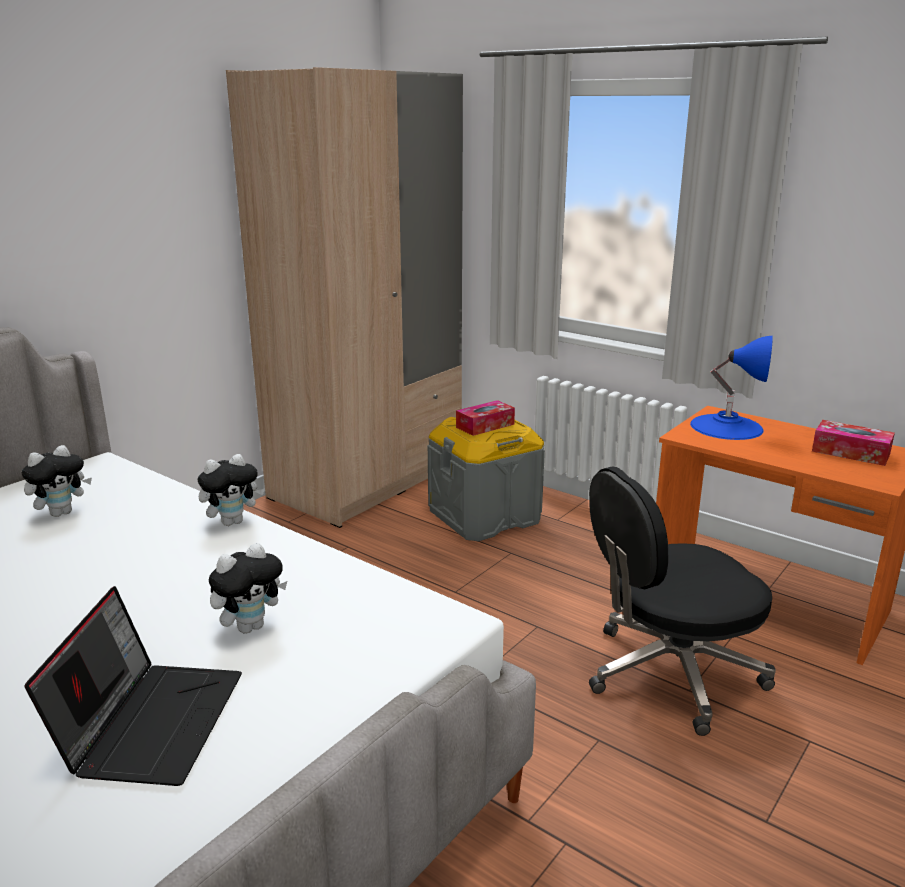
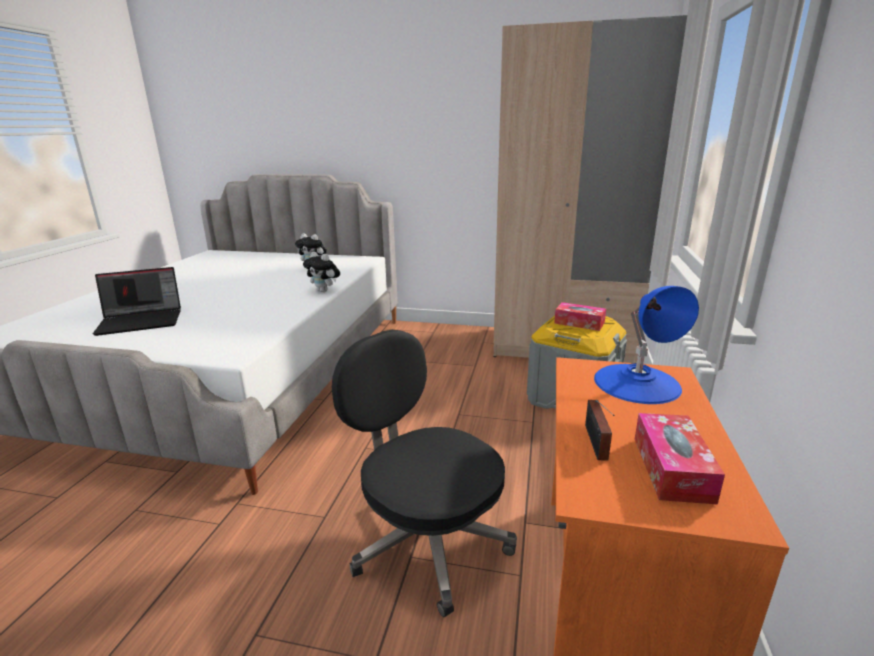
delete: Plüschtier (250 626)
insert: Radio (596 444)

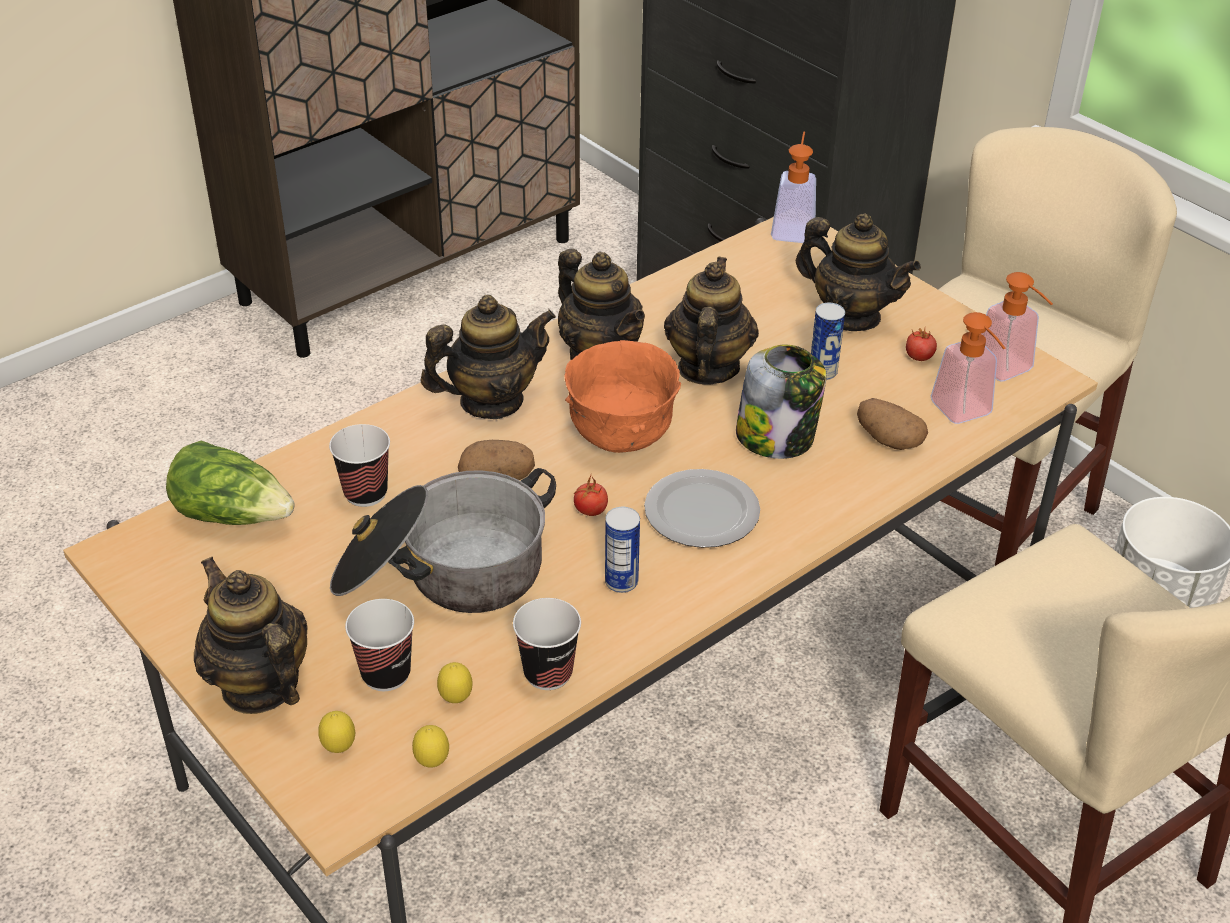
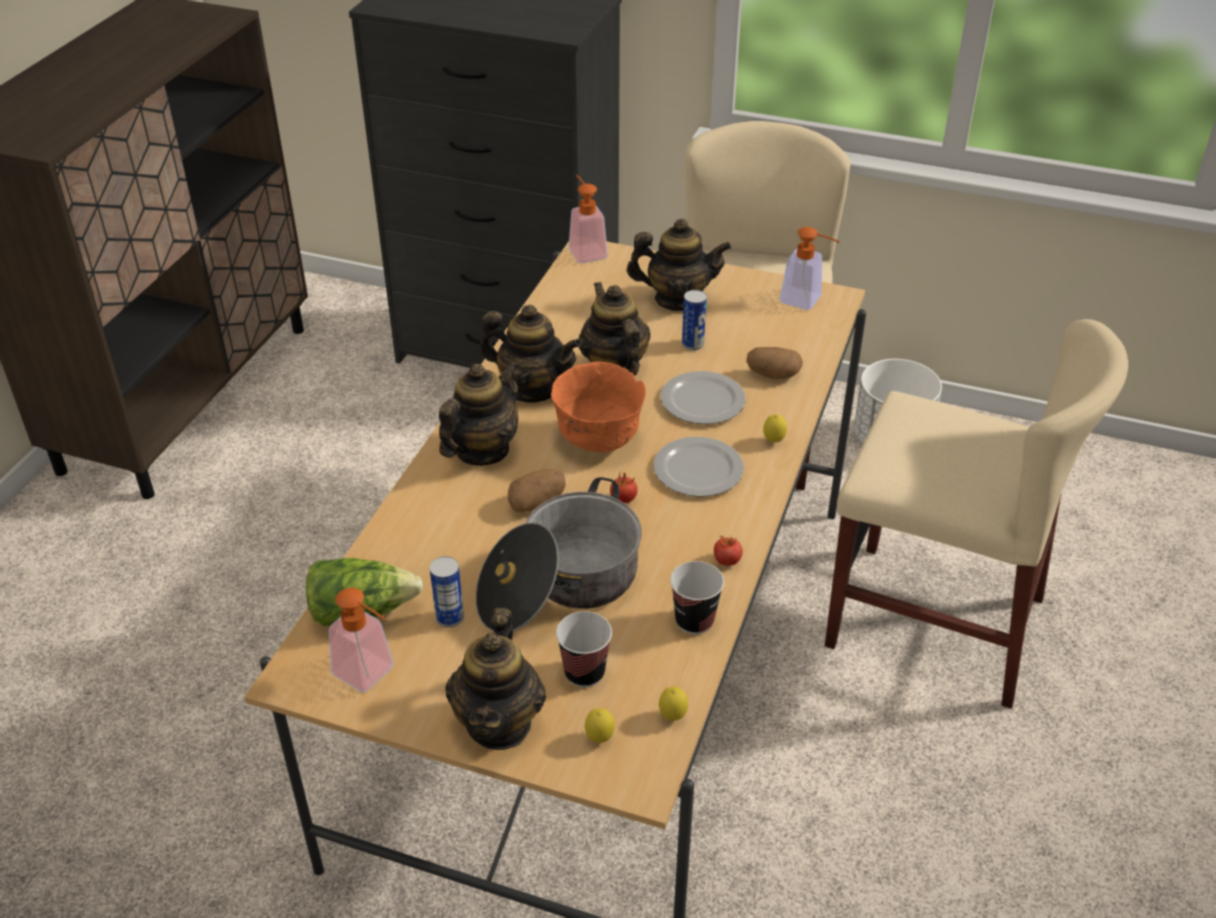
delete: Tasse (365 493)
move: Zitrone (456 699) to (773 441); Dose (621 582) to (449 618); Tomate (919 357) to (727 561); Seifenspender (966 414) to (371 676)
replace: Vorratsglas (777 437) to Teller (702 400)
rotate: Teekanne (259 685) = (499 723) 105 degrees counterclockwise

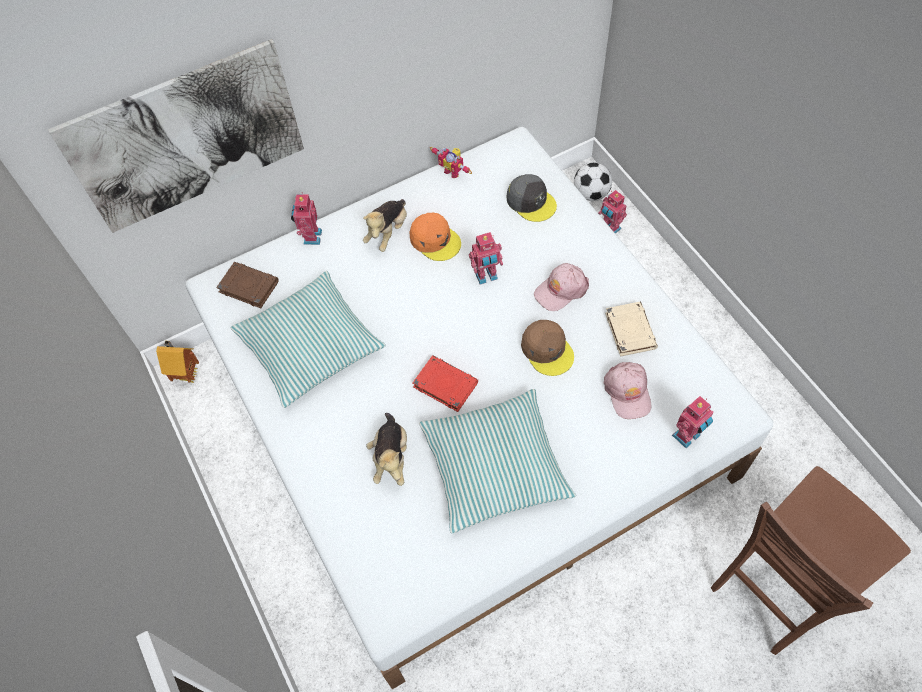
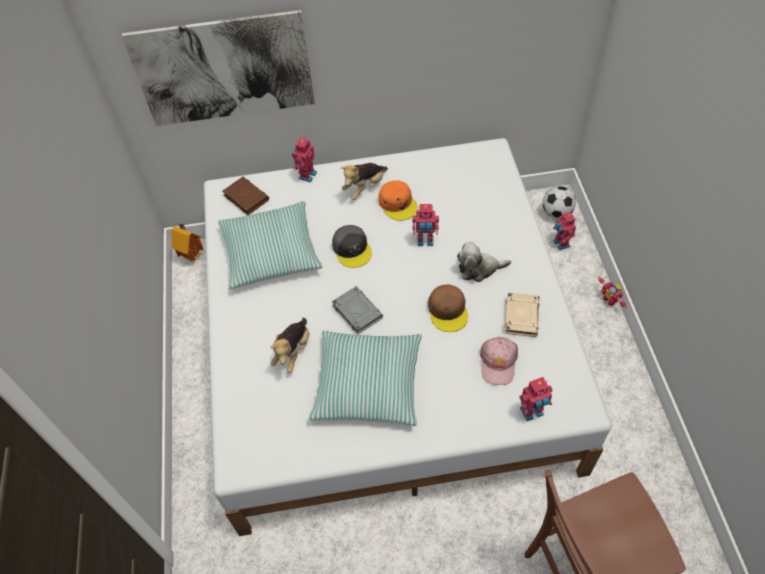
move: Spielzeugroboter (453 171) to (610 299); Kappe/grau (531 201) to (352 249)
replace: Kappe/rosa (561 290) to Plüschtier (479 269)
recolor: Buch/rot (444 385) to Buch/grau (356 311)

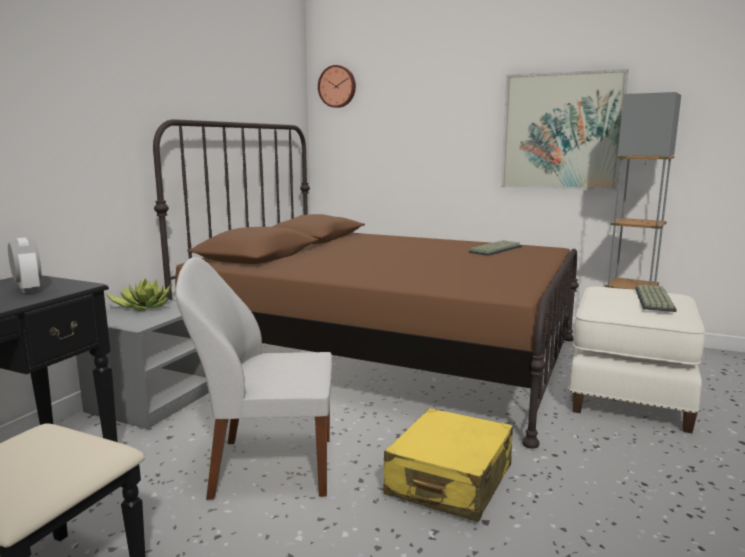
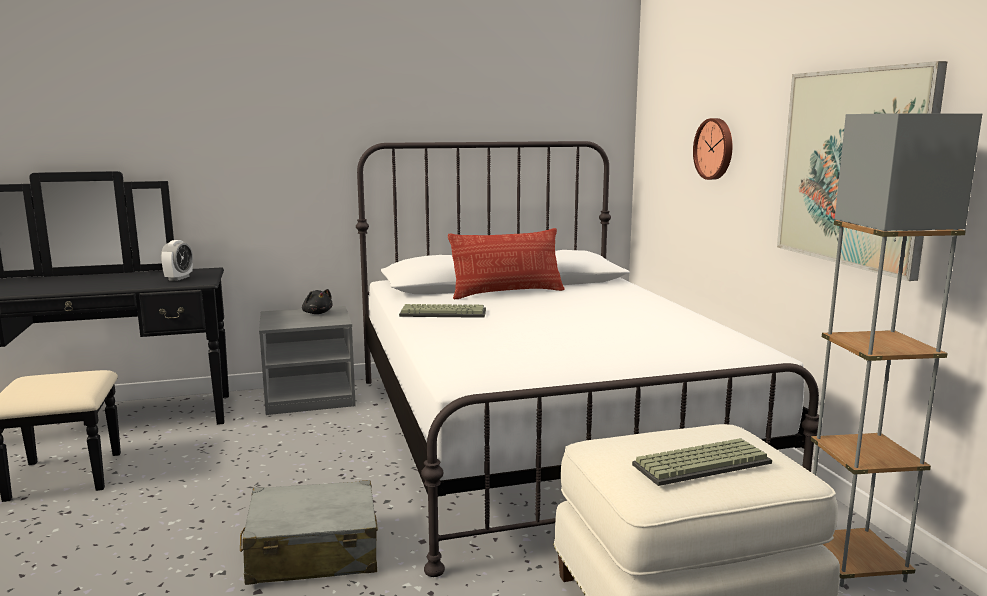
delete: Stuhl/weiß (268 467)
insert: Kissen (507 293)
move: Wanduhr (337 86) to (715 149); Tastatur (495 249) to (444 313)
replace: Topfpflanze (144 307) to Plüschtier/schwarz (317 313)
recolor: Bett/braun (385 354) to Bett/weiß (542 434); Koffer/gelb (449 481) to Koffer/grau (312 552)

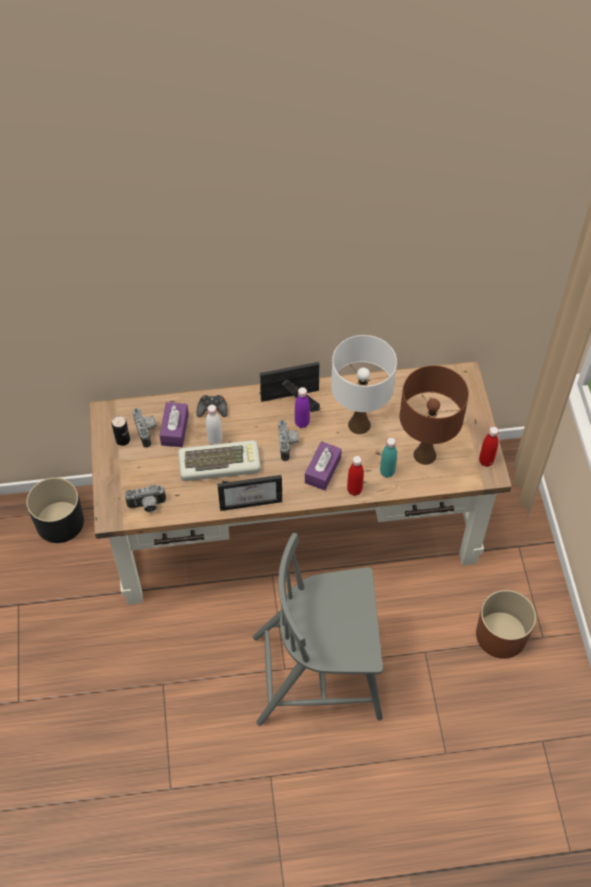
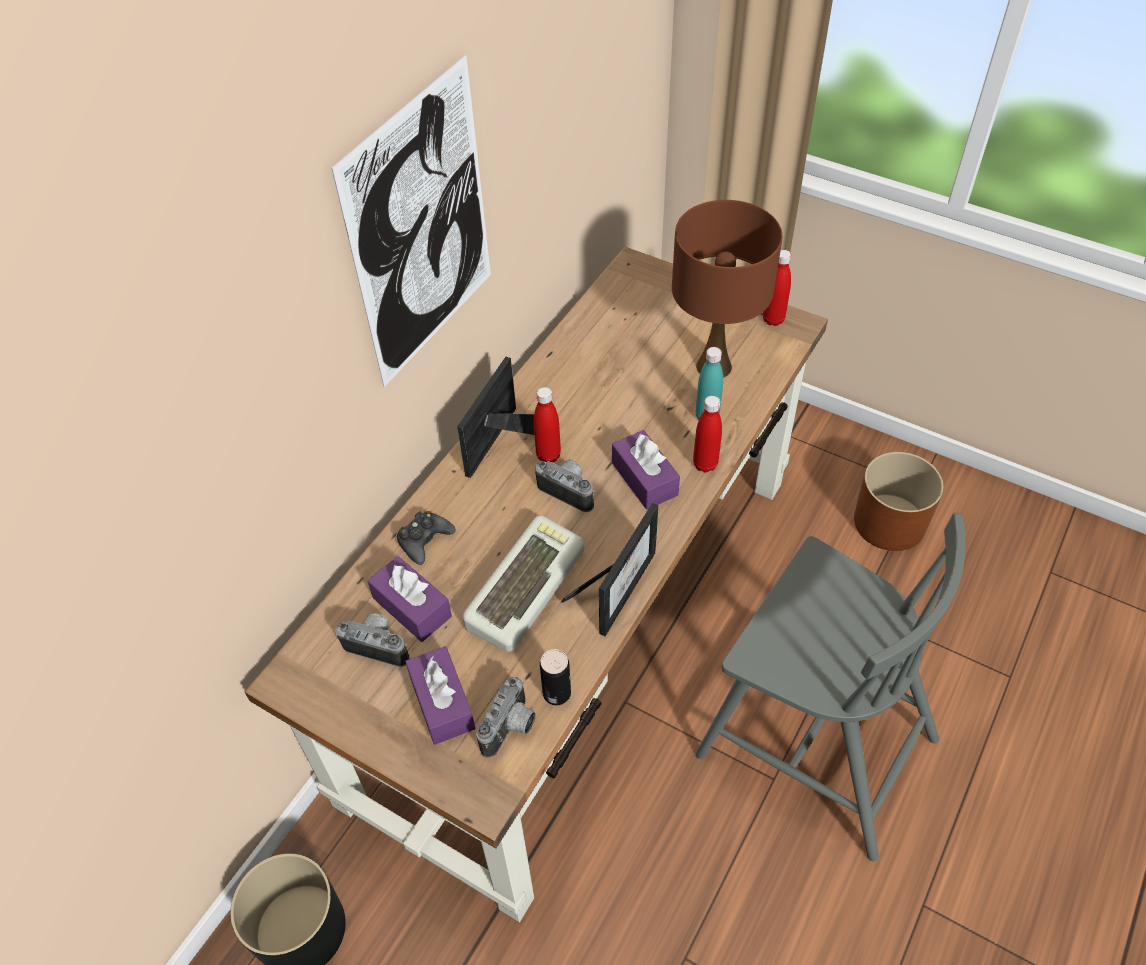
delete: Flasche/weiß (215 440); Tischlampe/weiß (359 425)
insert: Bild (422 228); Taschentuchbox/lila (442 703)
move: Dose (123 440) to (556 693)
recolor: Flasche/lila (302 423) to Flasche/rot (548 455)
rotate: Stuhl/grau (319 675) = (812 743) 90 degrees counterclockwise

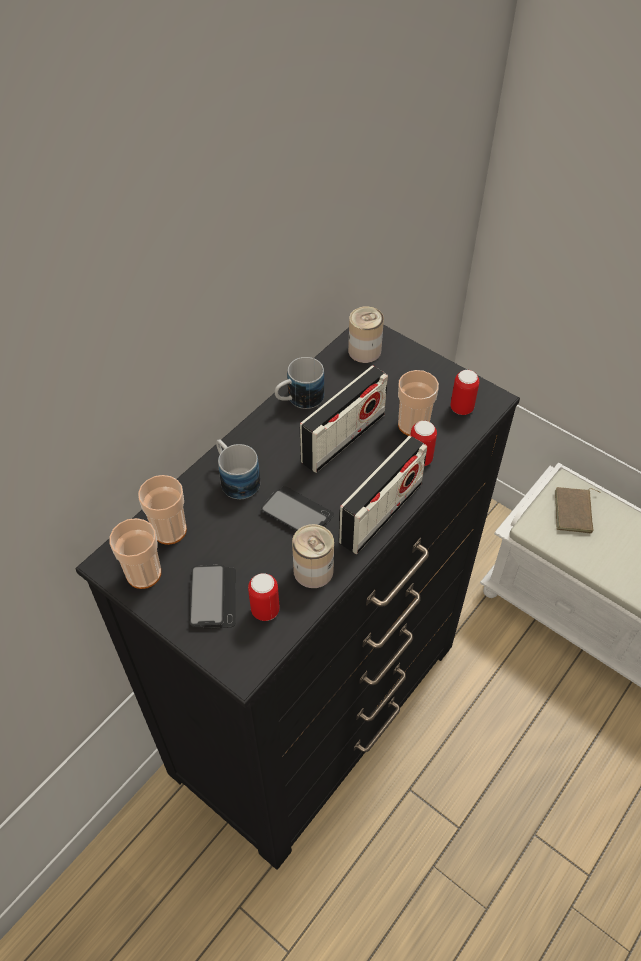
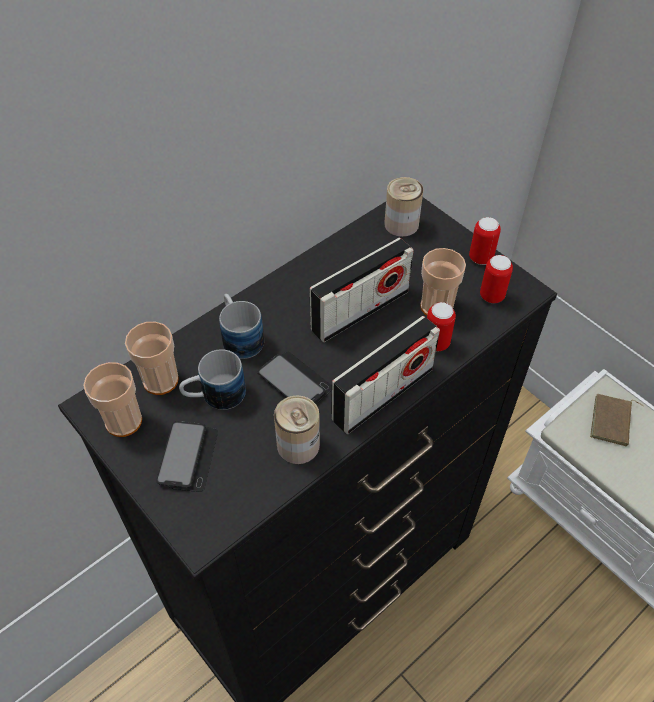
move: Dose (265 610) to (480 258); Henkelbecher (298 399) to (214 396)

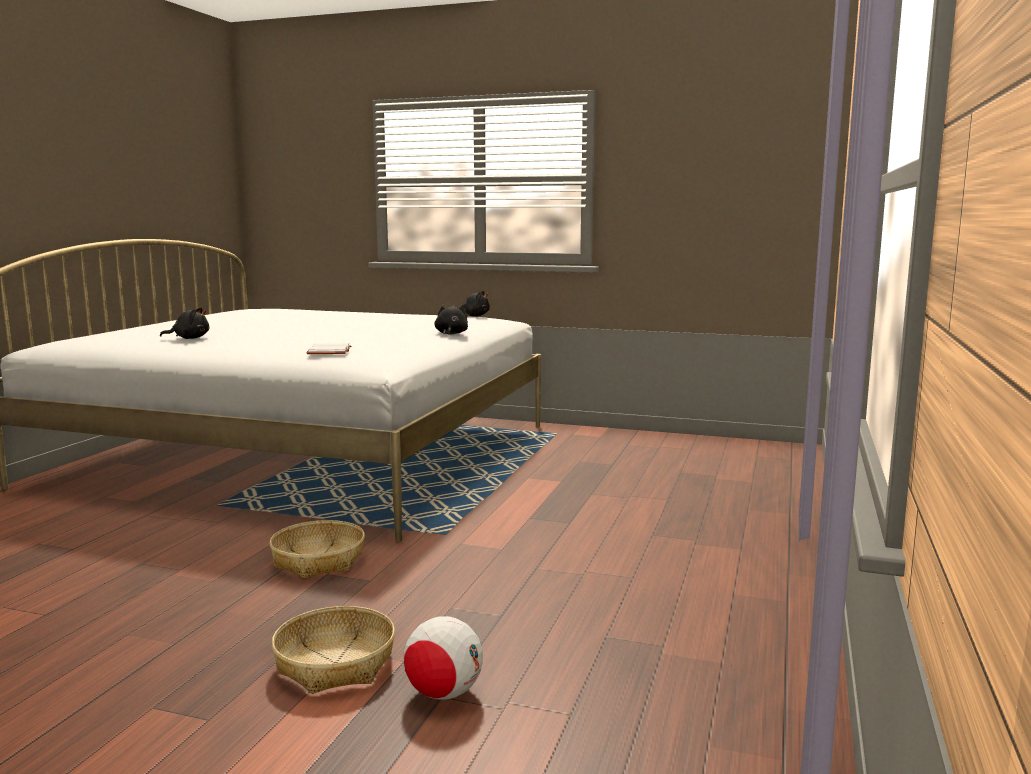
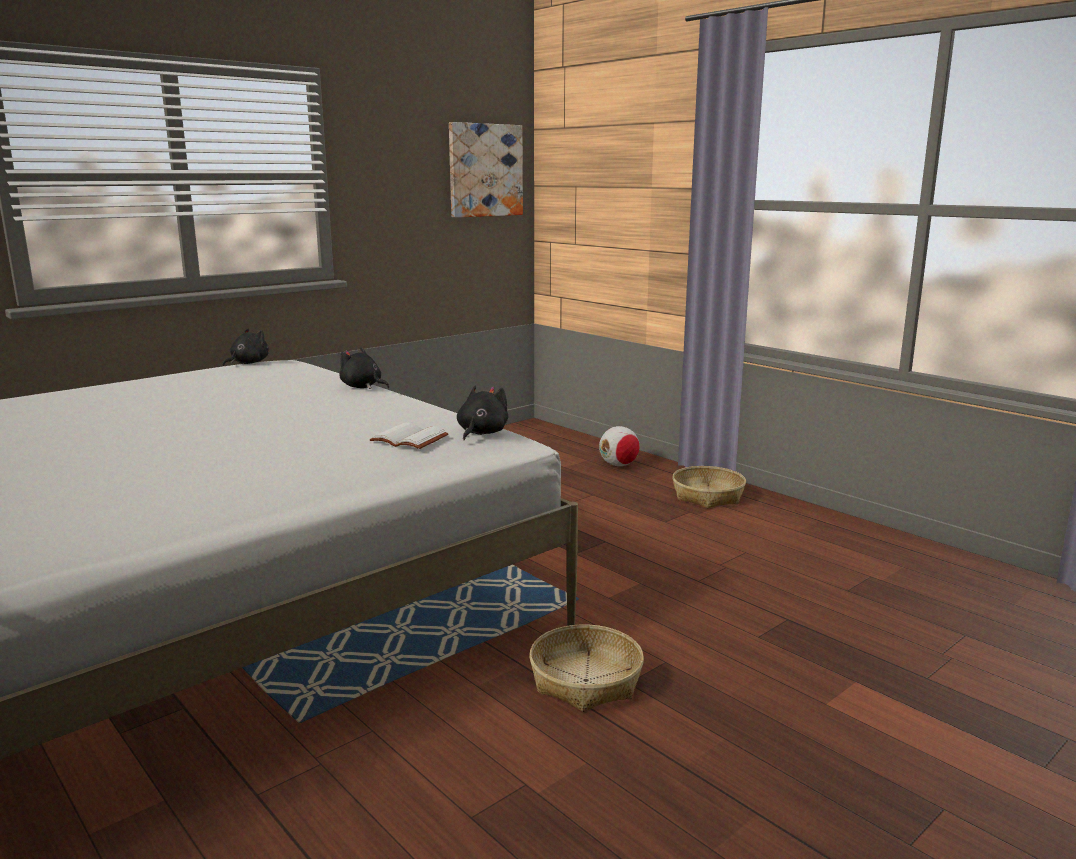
insert: Bild (485 170)
move: Plüschtier/schwarz (189 338) to (481 433); Korb (335 664) to (708 496); Fußball (444 693) to (618 465)

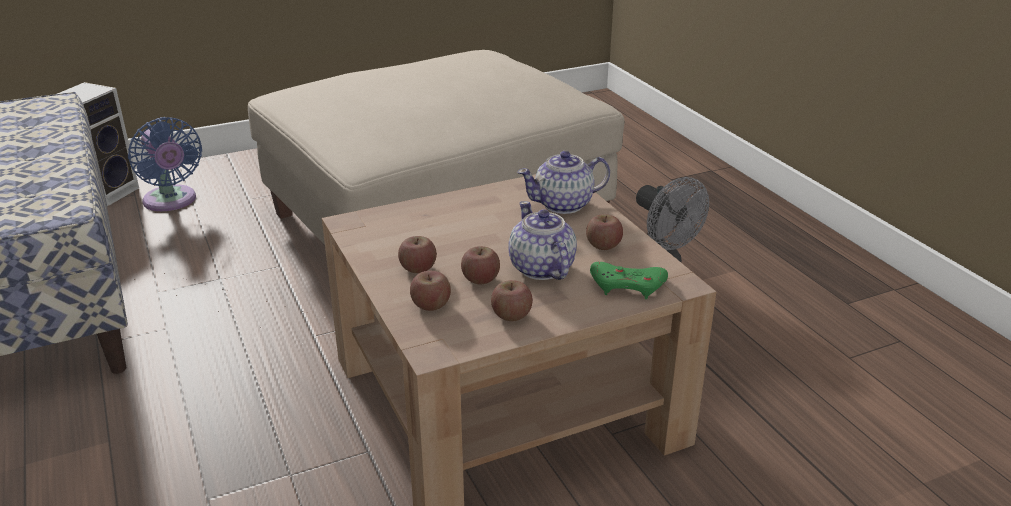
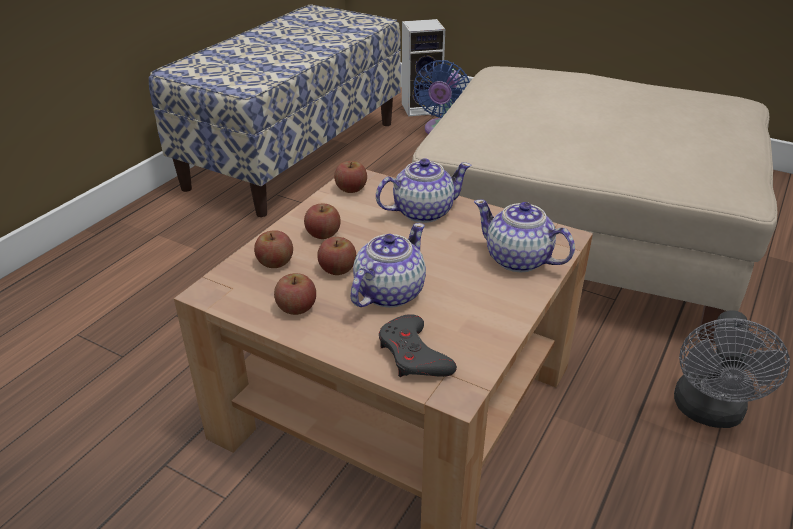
insert: Teekanne (422 212)
move: Apfel (603 245) to (351 189)
recolor: Gamepad/grün (627 285) to Gamepad/grau (414 355)

